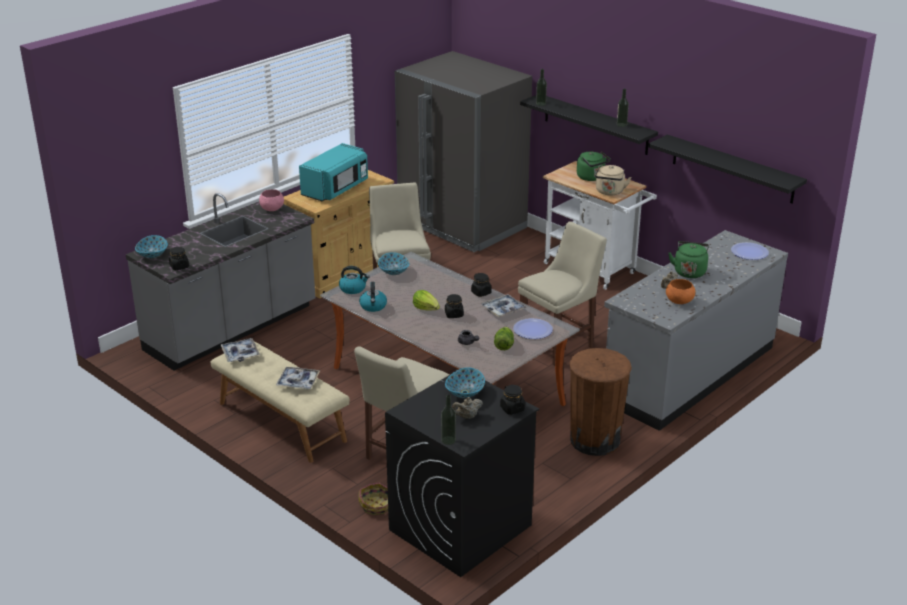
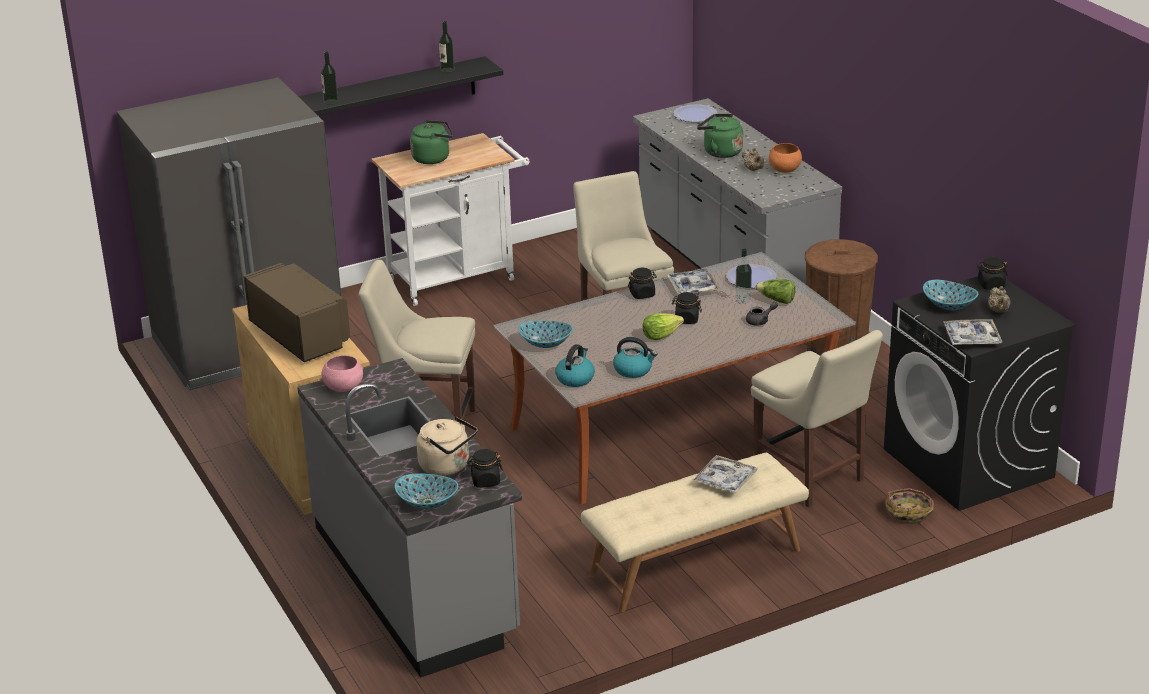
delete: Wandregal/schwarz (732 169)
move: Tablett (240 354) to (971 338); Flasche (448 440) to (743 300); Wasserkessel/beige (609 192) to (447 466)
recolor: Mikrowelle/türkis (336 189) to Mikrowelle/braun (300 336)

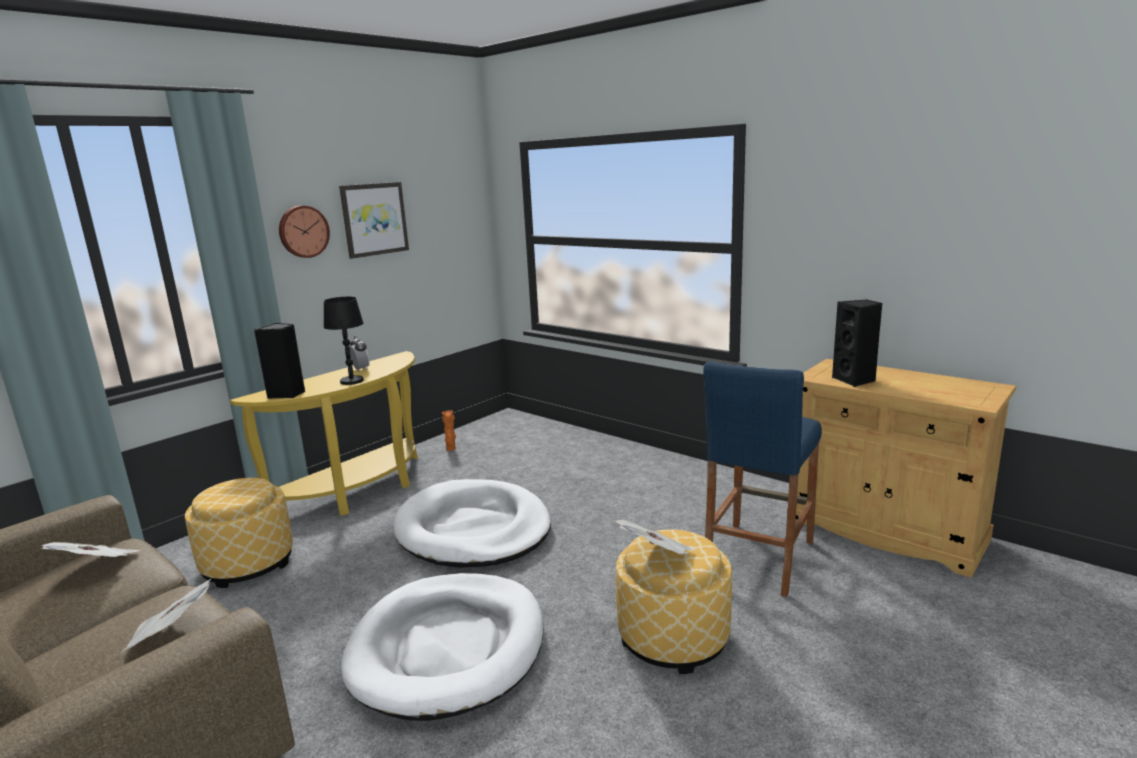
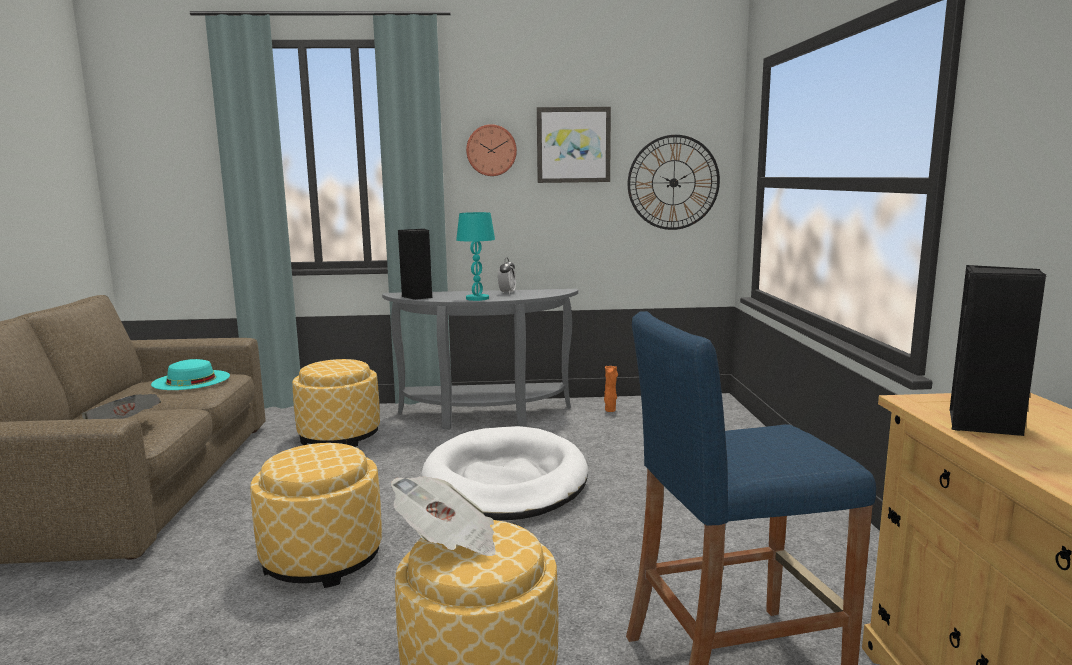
insert: Wanduhr (673 182)
replace: Zeitung (97 567) to Hut/türkis (191 380); Hundebett/weiß (448 648) to Polsterhocker (322 558)
recolor: Konsolentisch/gelb (359 492) to Konsolentisch/grau (484 417); Tischlampe/schwarz (351 381) to Tischlampe/türkis (477 298)

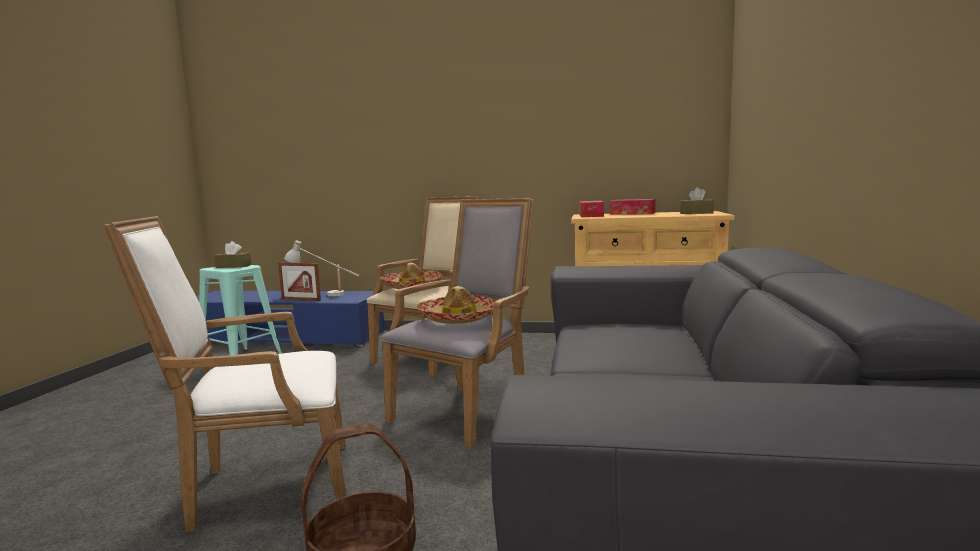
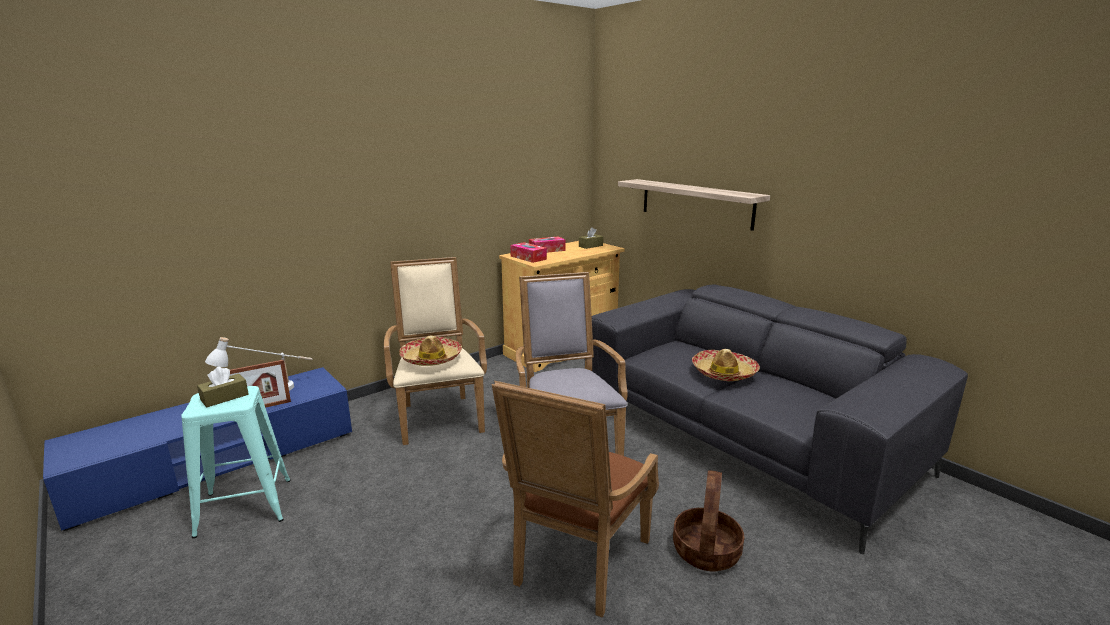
insert: Wandregal (695 203)
move: Hut (458 318) to (724 373)
recolor: Sessel/weiß (263 488) to Sessel/braun (575 566)

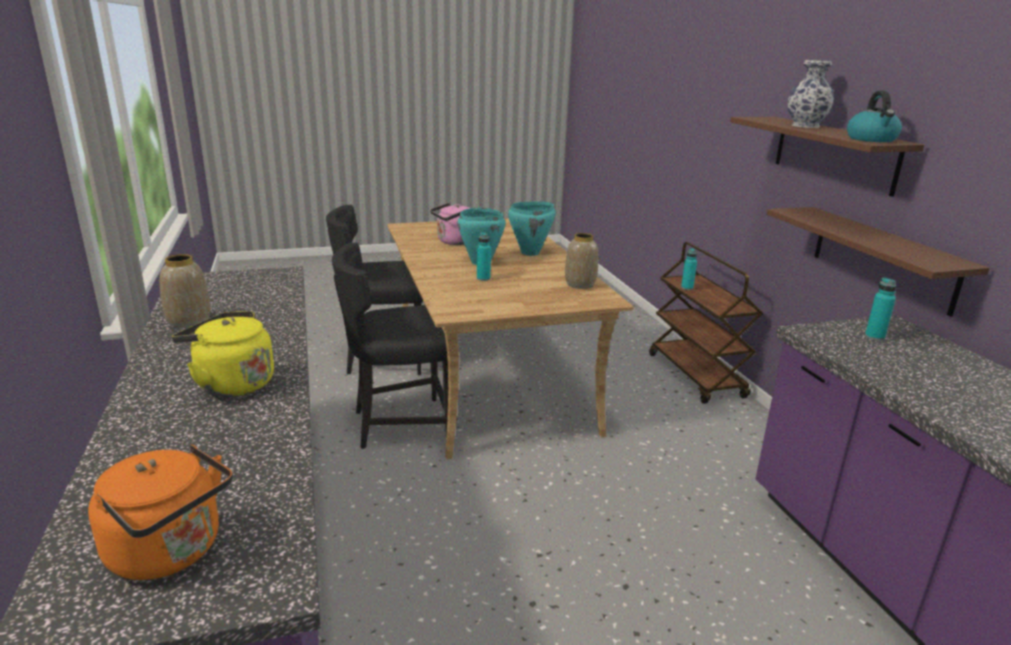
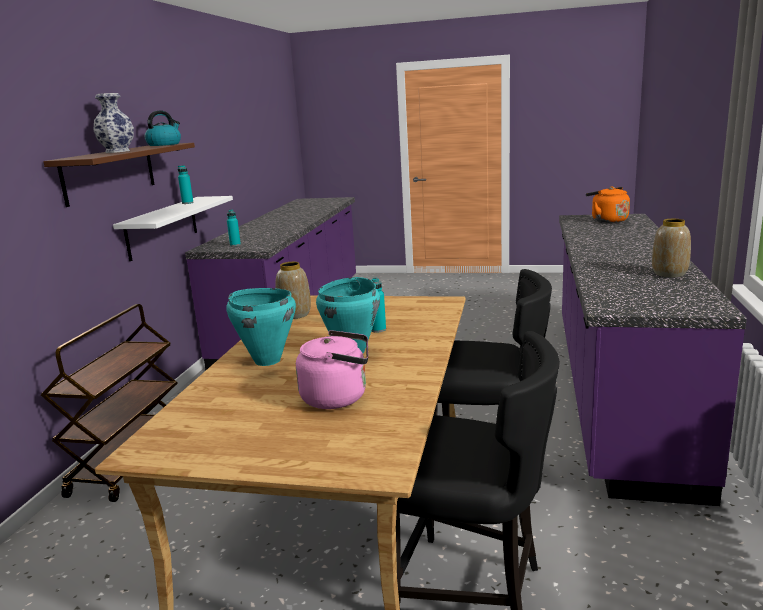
delete: Wasserkessel/gelb (231 384)
move: Flasche/türkis (687 288) to (187 203)
recolor: Wandregal/braun (882 258) to Wandregal/weiß (162 227)

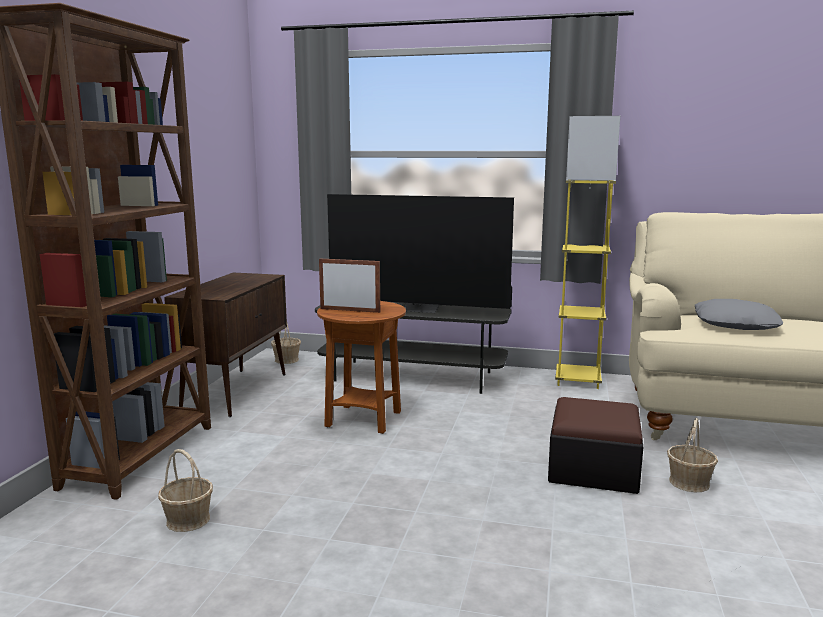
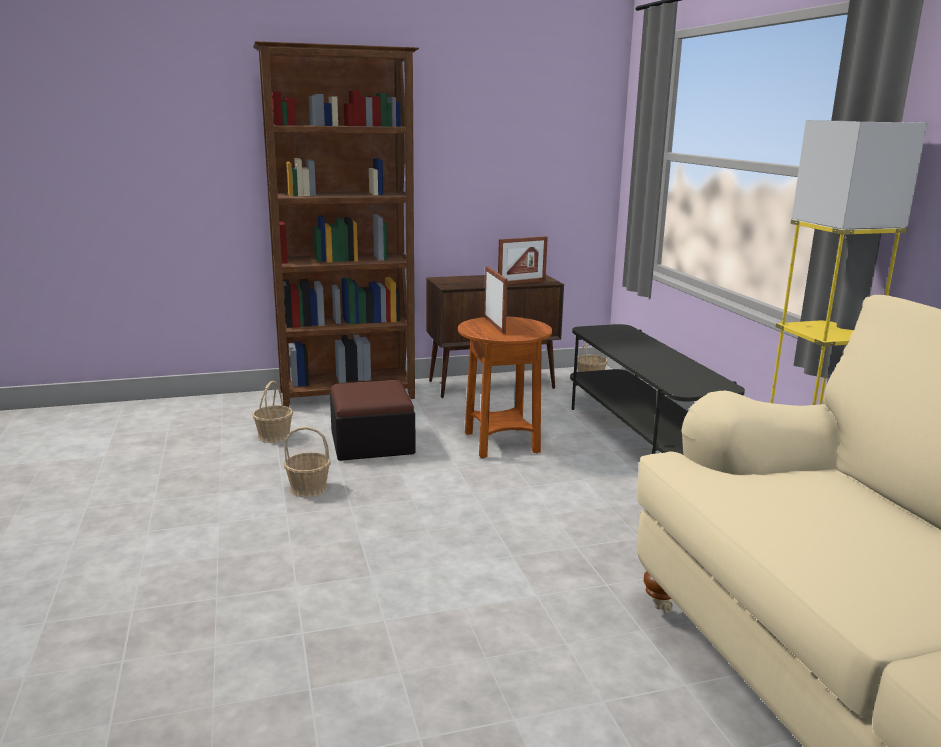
delete: Fernseher (421 309); Kissen/grau (736 324)
insert: Bilderrahmen (521 282)
move: Polsterhocker (593 469) to (372 442); Korb (689 482) to (309 488)

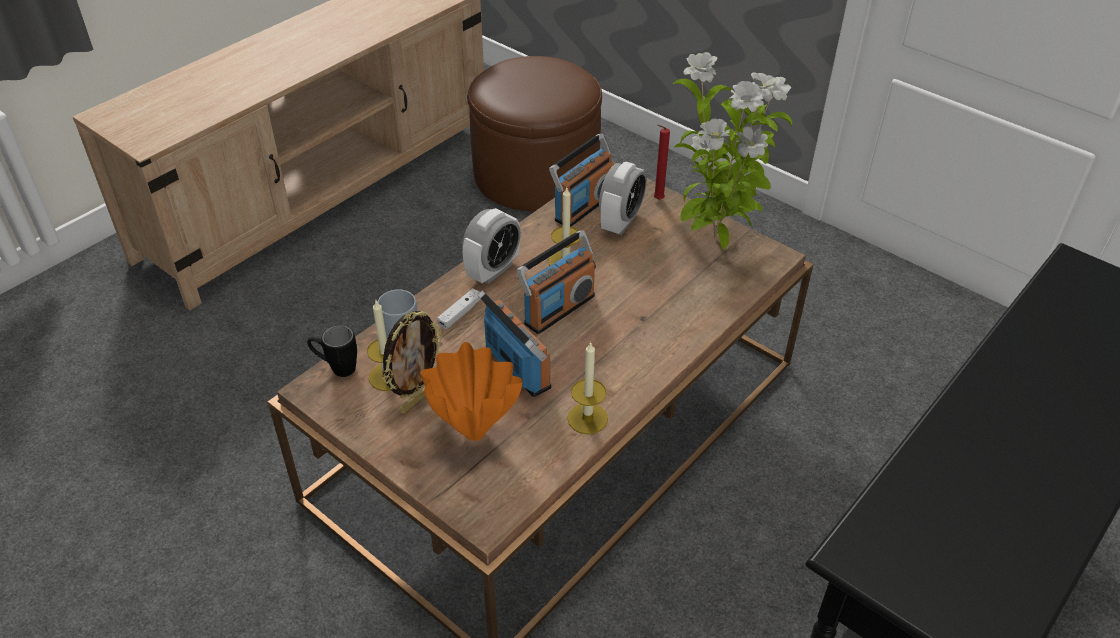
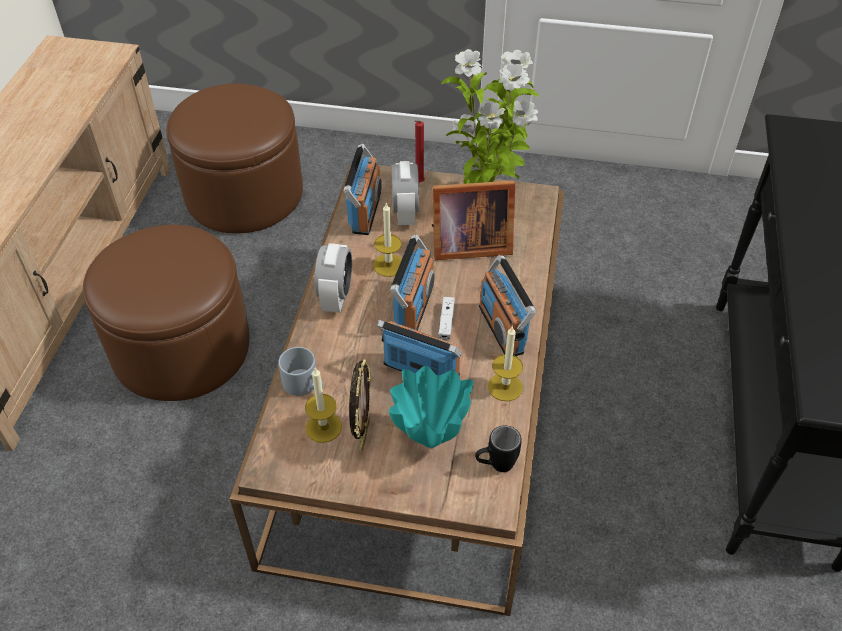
insert: Polsterhocker/braun (181 347); Bilderrahmen (467 245); Radio (502 329)
move: Henkelbecher/schwarz (336 368) to (495 465); Gamepad/weiß (460 313) to (446 322)
recolor: Vase/orange (472 432) to Vase/türkis (429 440)

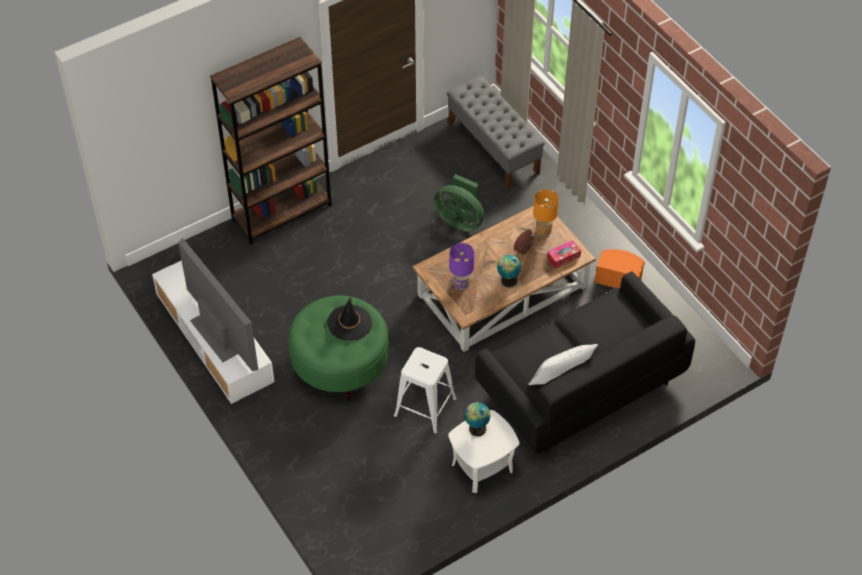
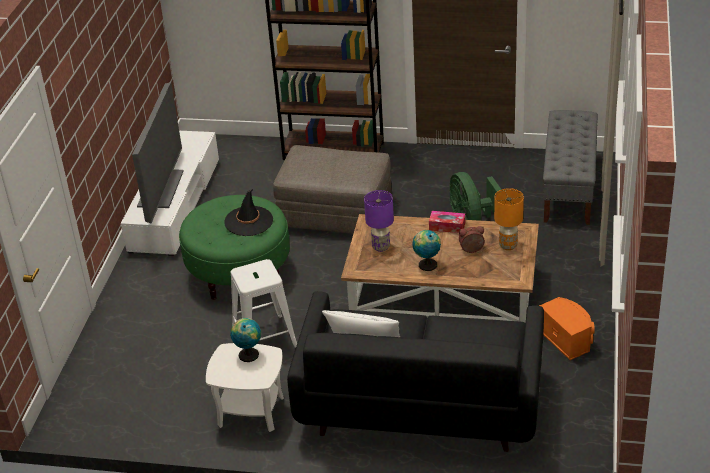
insert: Polsterhocker/grau (336 212)
move: Taschentuchbox (563 257) to (447 226)

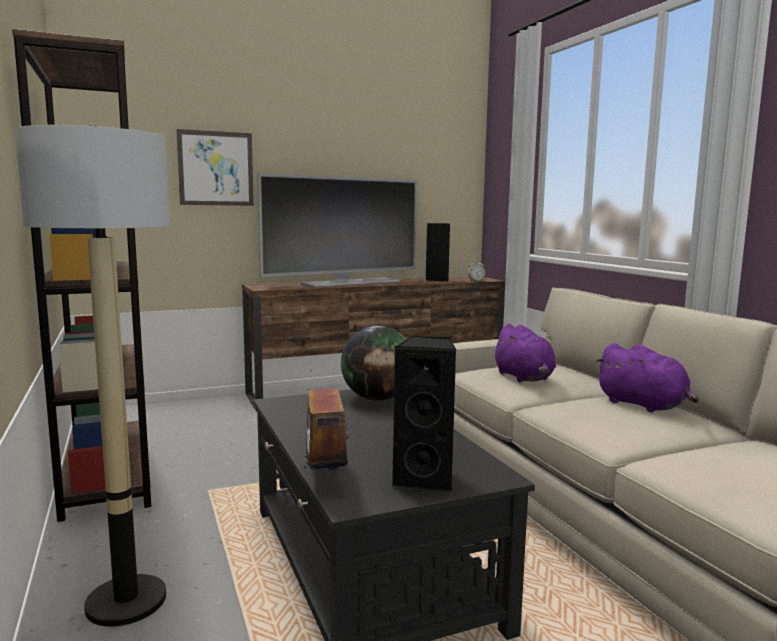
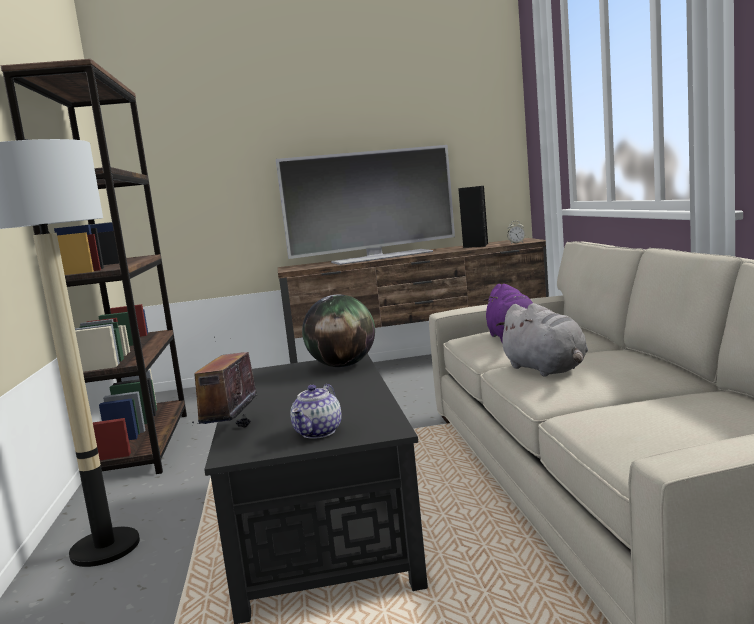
delete: Bild (216 168); Plüschtier/lila (644 405)
insert: Plüschtier/grau (546 369)
replace: Lautsprecher/schwarz (425 478) to Teekanne (318 432)

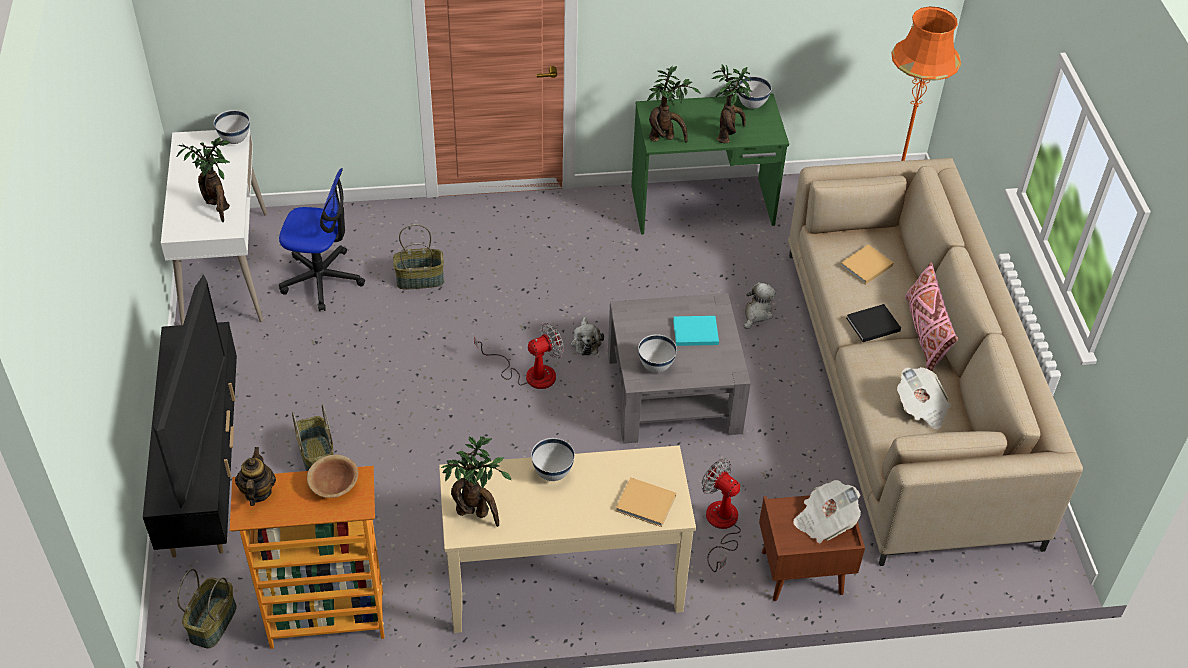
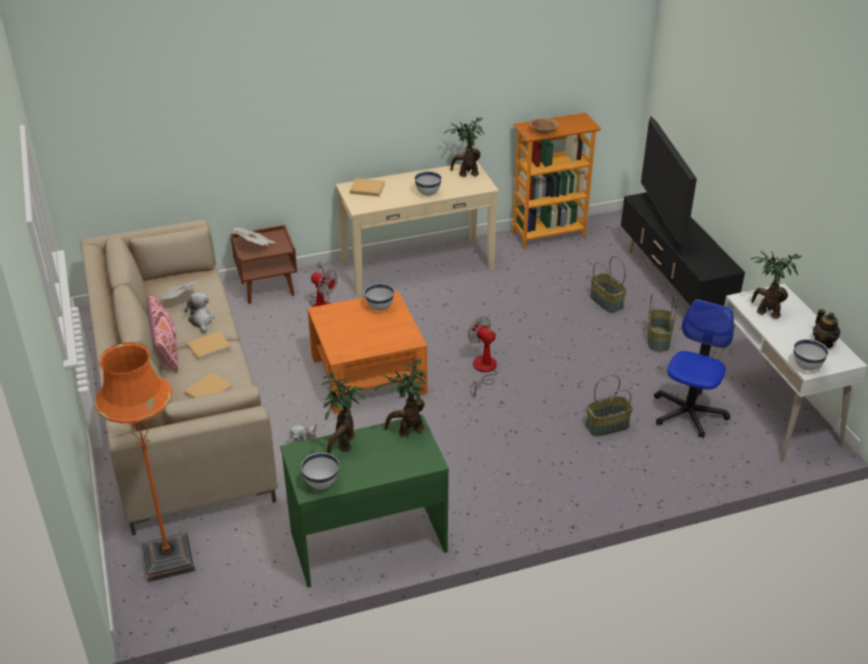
delete: Buch/türkis (694 332)
move: Korb (212 622) to (658 339); Teekanne (257 492) to (823 342); Plüschtier (586 342) to (201 320)
recolor: Couchtisch/grau (673 392) to Couchtisch/orange (368 374); Buch/schwarz (871 325) to Buch/beige (210 347)
rotate: Bürostuhl (322 279) = (688 413) 120 degrees clockwise; Ventilator (530 374) = (483 370) 90 degrees clockwise

